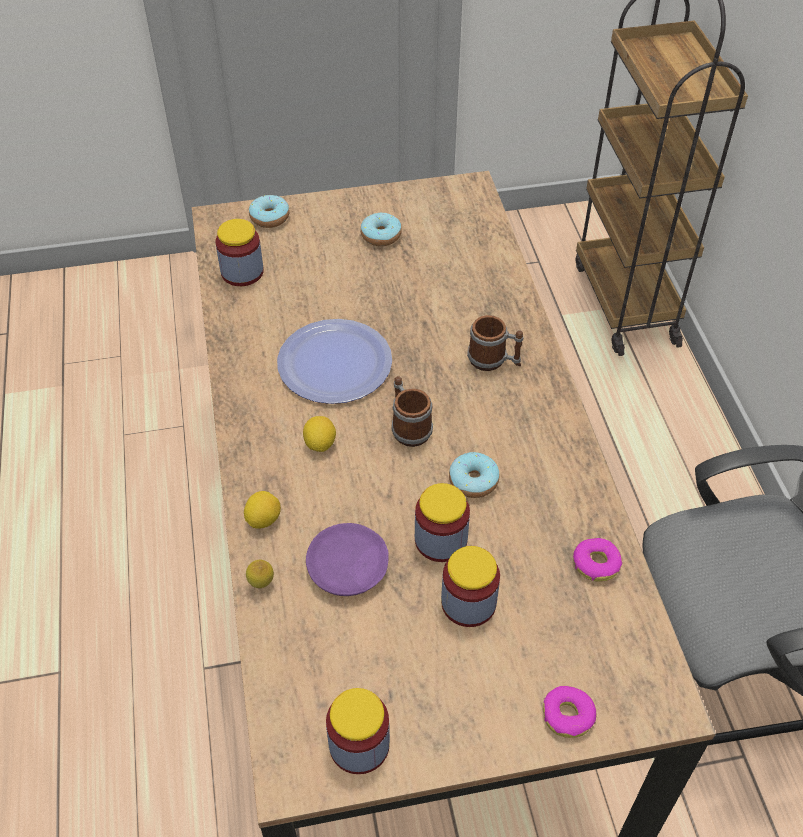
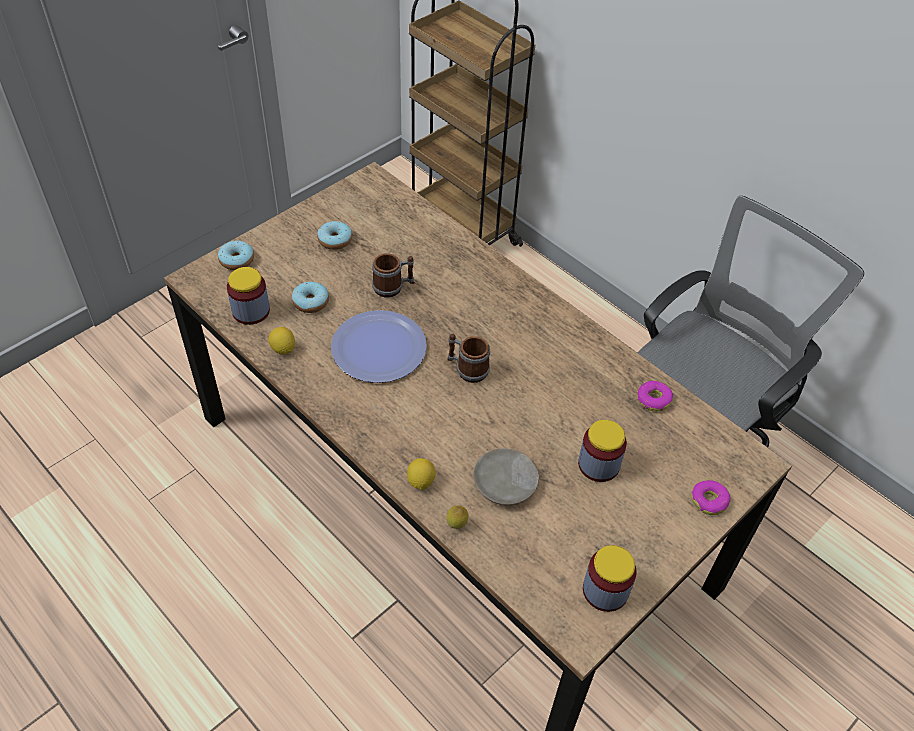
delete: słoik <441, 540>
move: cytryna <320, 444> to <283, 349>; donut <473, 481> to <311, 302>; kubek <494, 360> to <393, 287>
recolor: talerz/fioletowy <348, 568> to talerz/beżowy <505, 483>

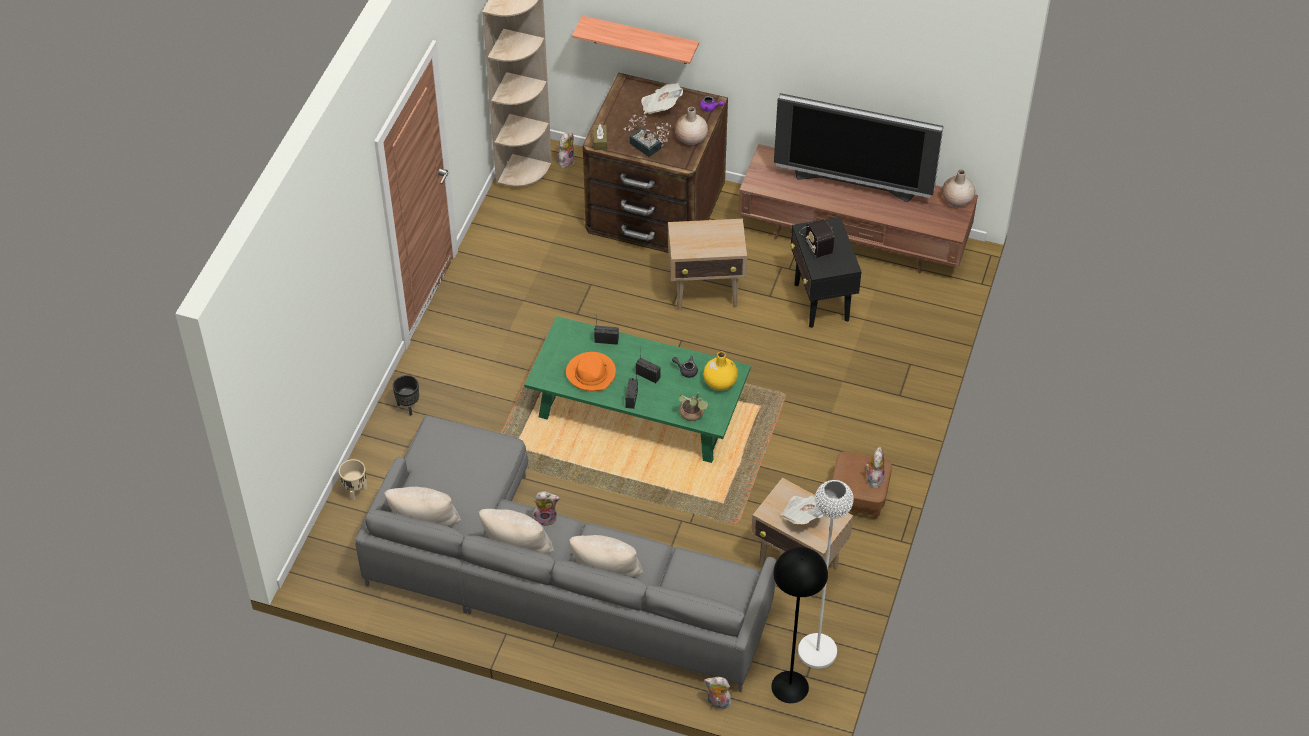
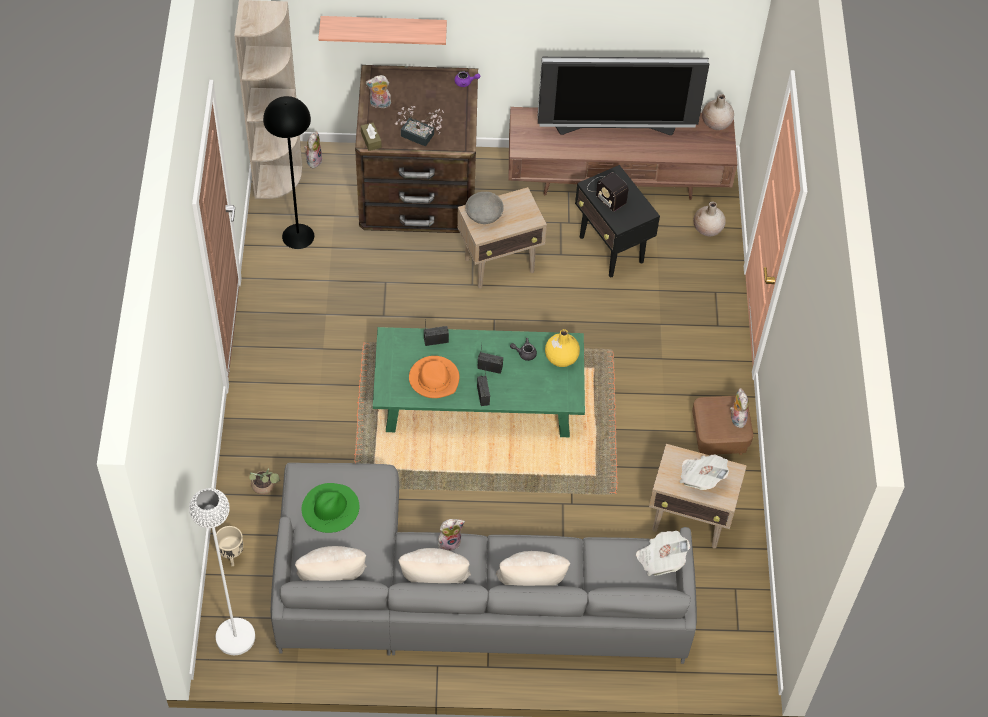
delete: donica/czarny <408, 406>
insert: kapelusz/zielony <330, 507>; miska/szary <483, 215>
move: gazeta <660, 106> to <661, 559>; wazon/beżowy <691, 138> to <707, 229>; roślina doniczkowa <693, 415> to <265, 487>; pluszak <717, 703> to <379, 104>; lampa stojąca/czarny <789, 687> to <297, 236>; lampa stojąca/biały <817, 652> to <235, 637>

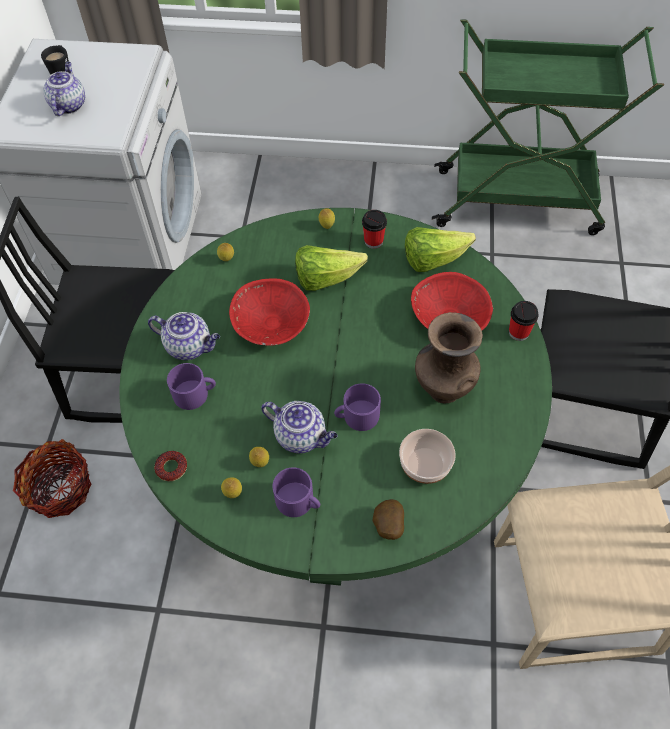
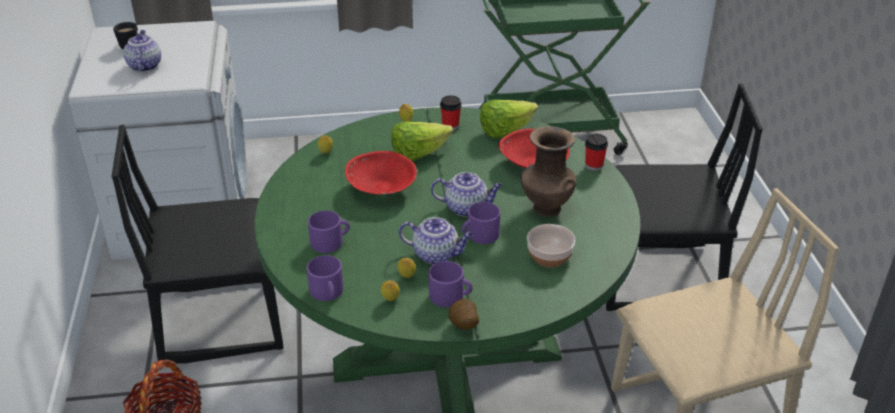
move: imbryk <190, 346> to <467, 208>; ziemniak <387, 526> to <463, 326>
replace: donut <171, 468> to kubek/fioletowy <327, 292>

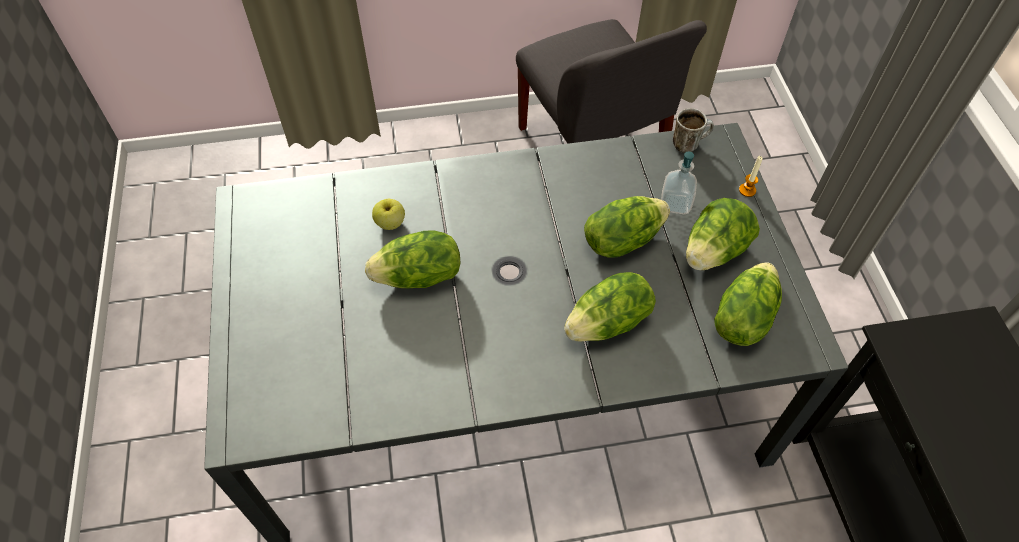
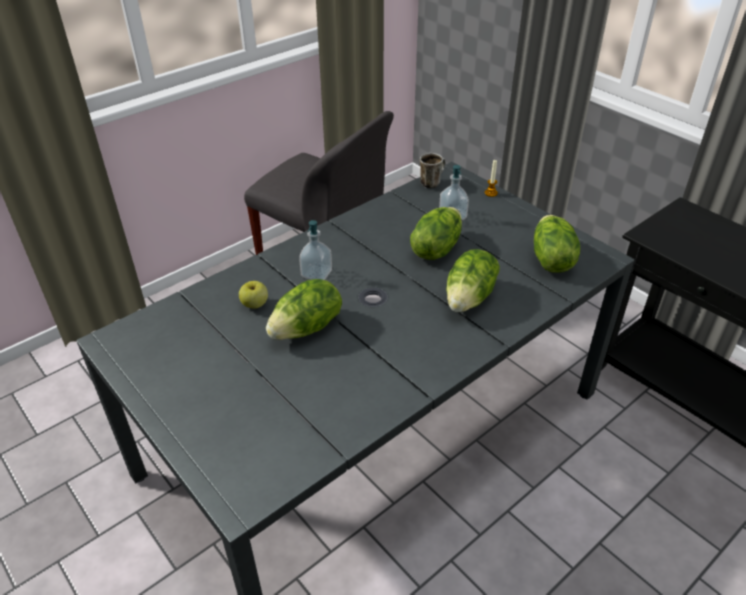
delete: sałata <713, 252>
insert: dozownik mydła <316, 274>

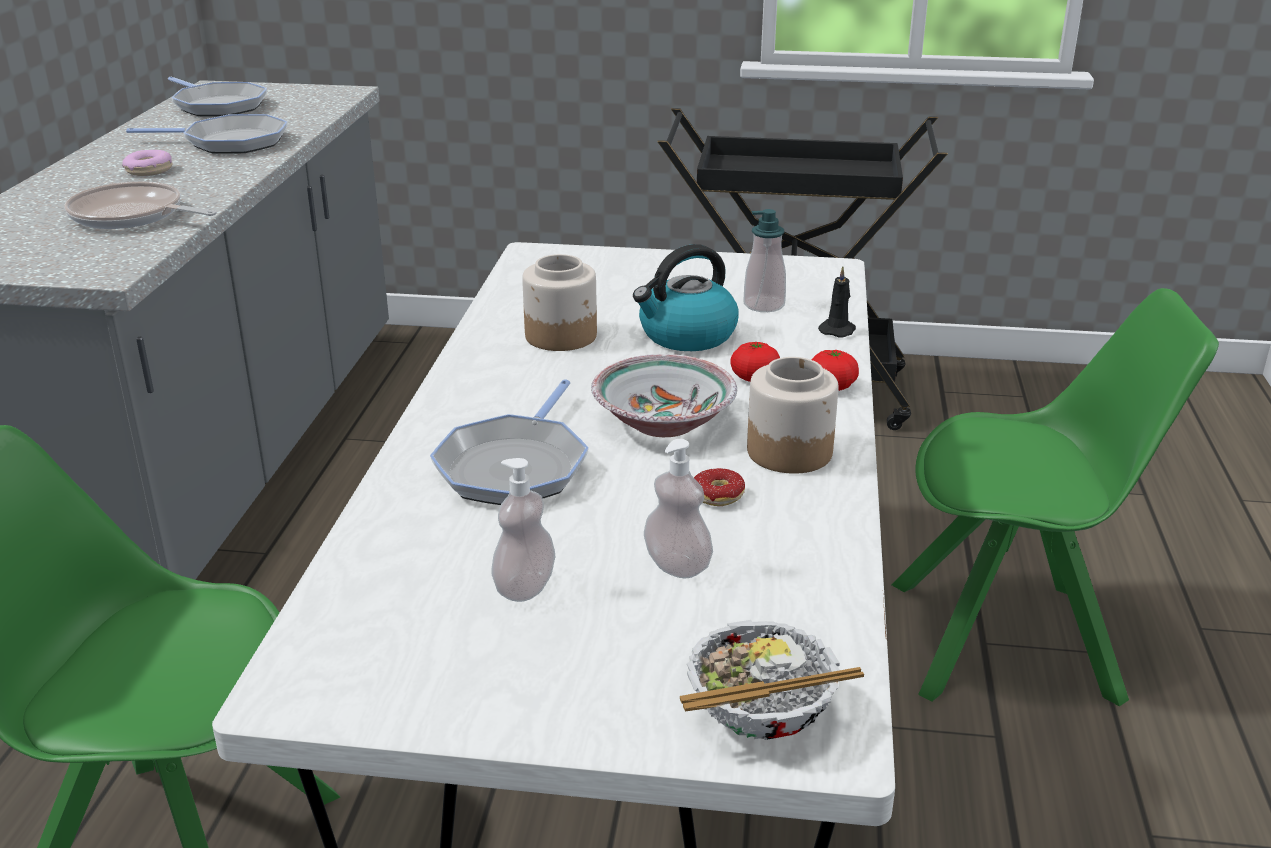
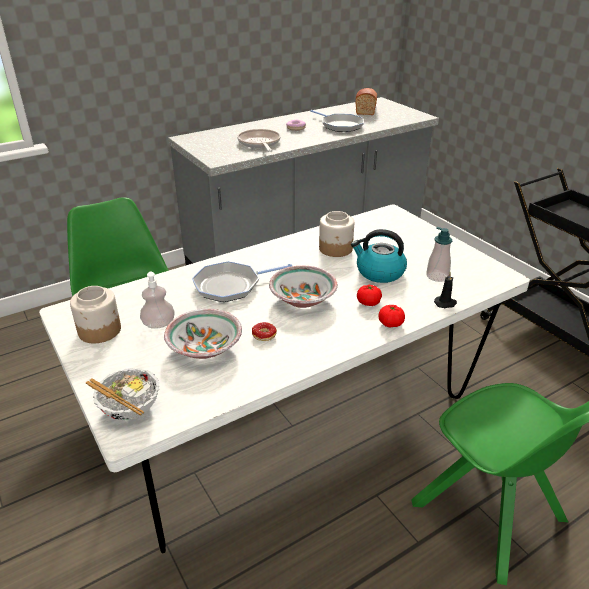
move: słoik <789, 451> to <100, 330>
replace: patelnia <218, 105> to chleb <365, 109>; dozownik mydła <677, 566> to miska <205, 348>

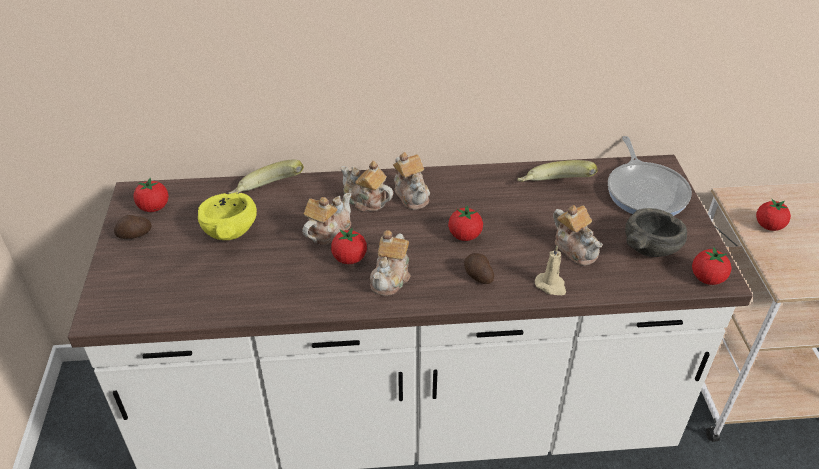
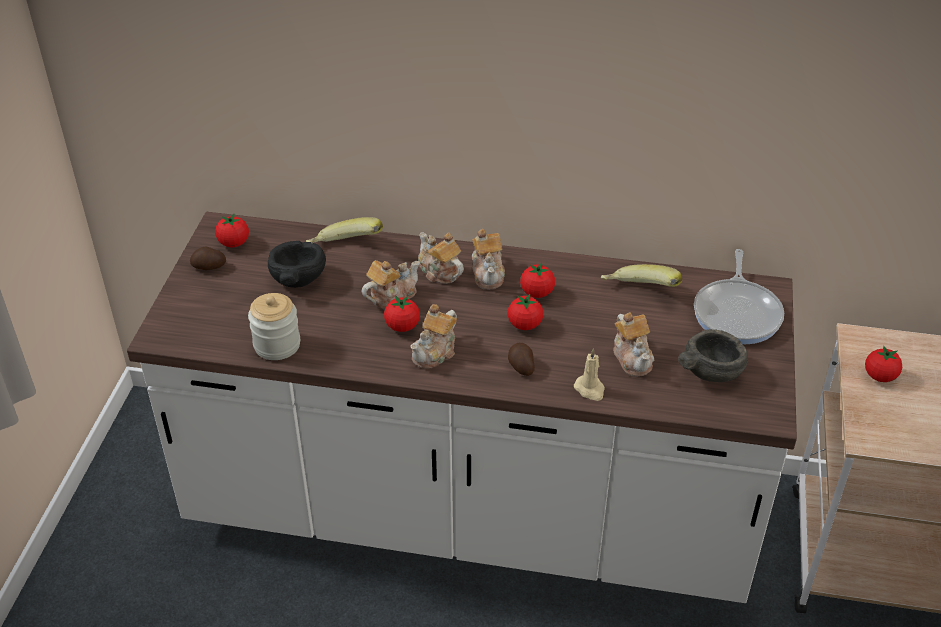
insert: słoik <277, 345>
move: pomidor <707, 278> to <537, 293>
recolor: miska/żółty <229, 231> to miska/czarny <297, 279>

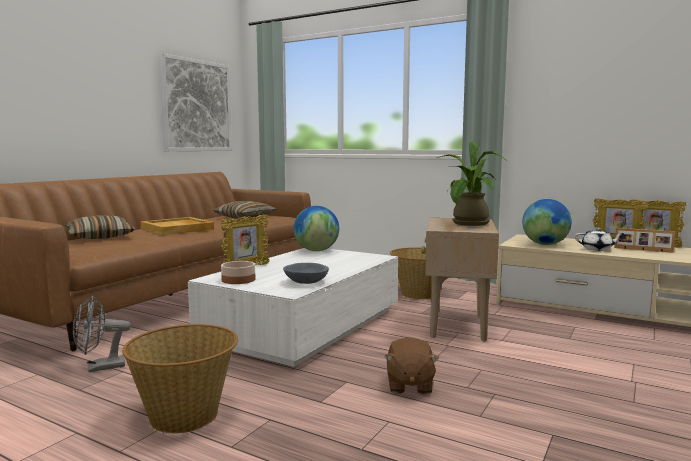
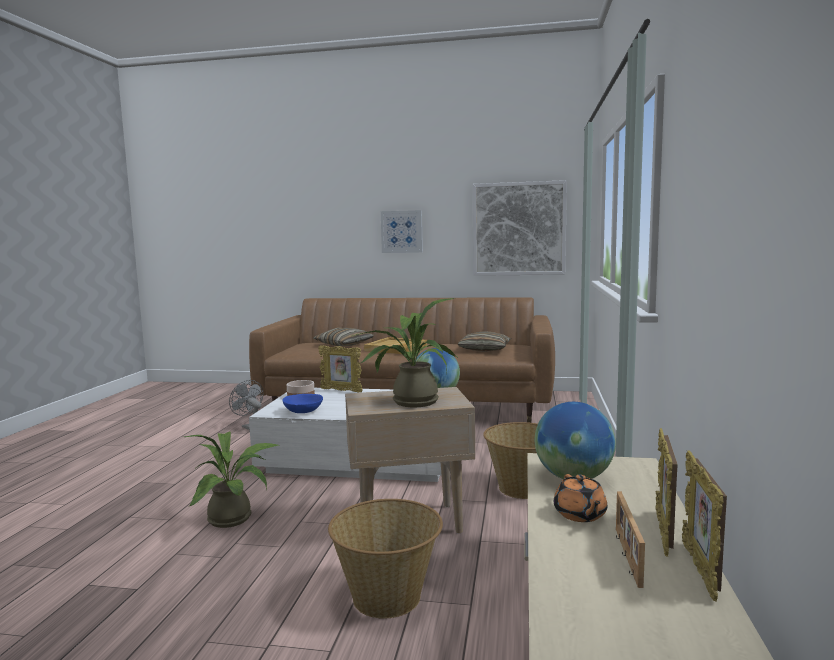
insert: obraz <401, 231>
move: koszyk <185, 415> to <388, 597>
replace: pluszak/brązowy <409, 385> to roślina doniczkowa <235, 518>
recolor: miska/szary <305, 282> to miska/niebieski <303, 411>; imbryk/biały <597, 249> to imbryk/pomarańczowy <580, 515>

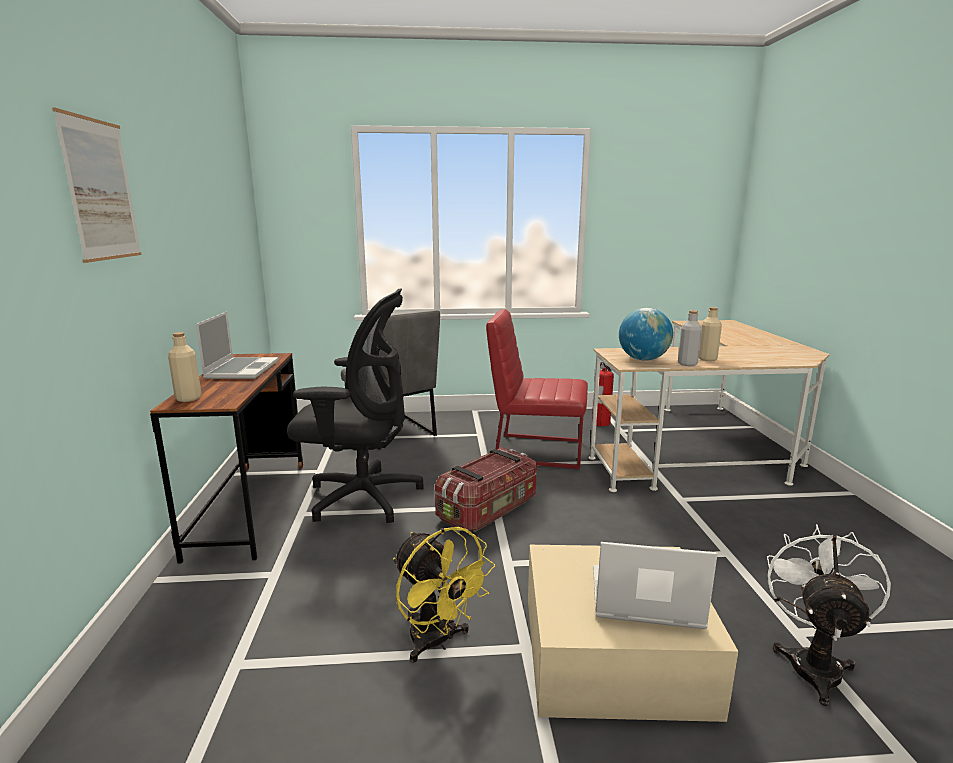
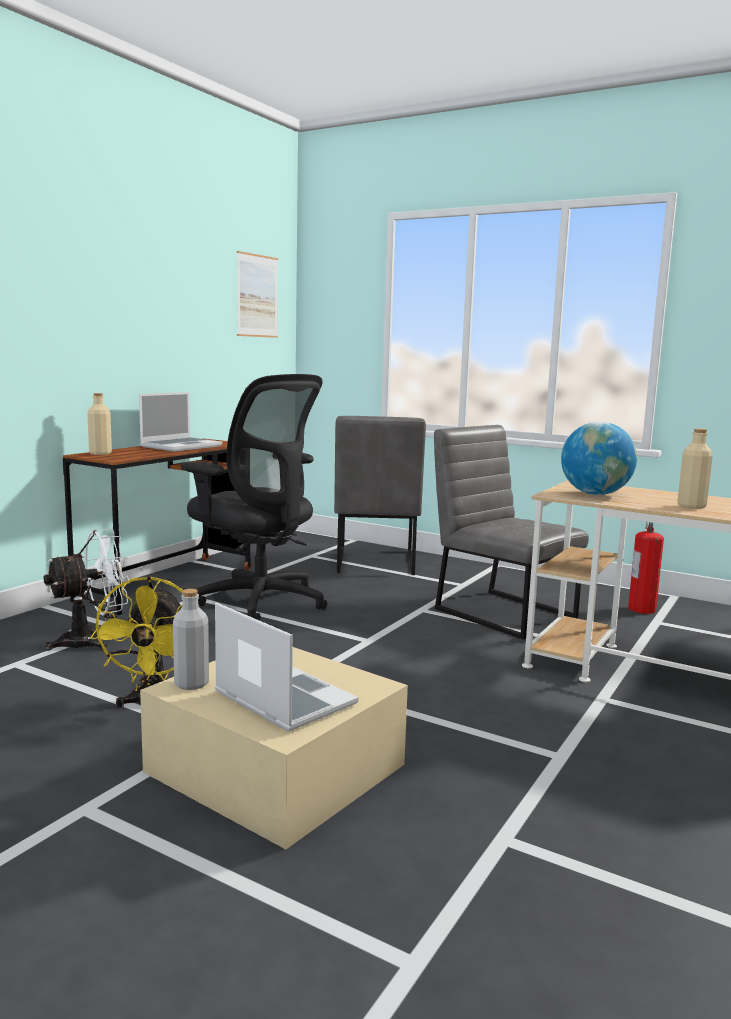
delete: pojemnik do przechowywania <489, 510>
move: obraz <101, 190> to <257, 296>; butelka/szary <687, 364> to <191, 684>; wentylator/biały <813, 662> to <92, 641>
recolor: krzesło/czerwony <536, 450> to krzesło/szary <502, 612>

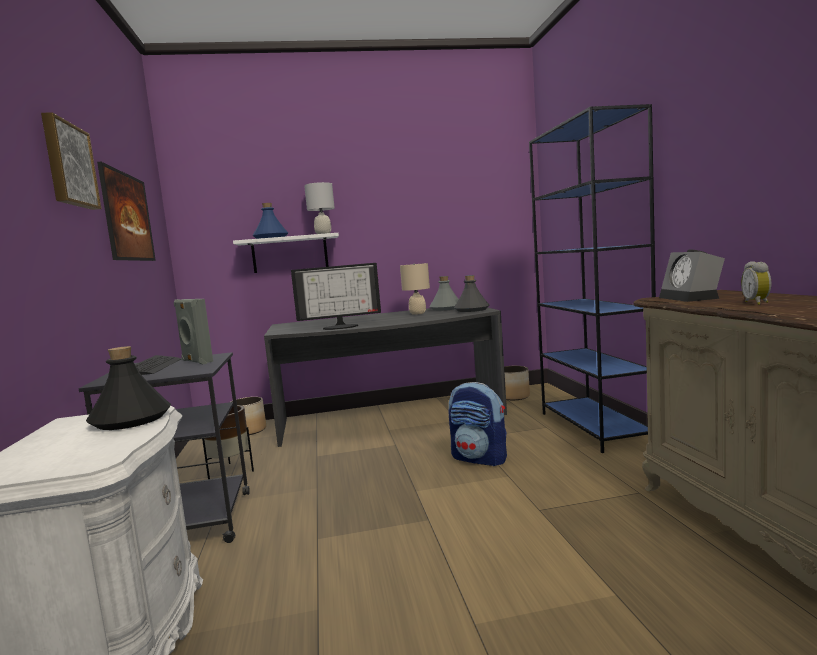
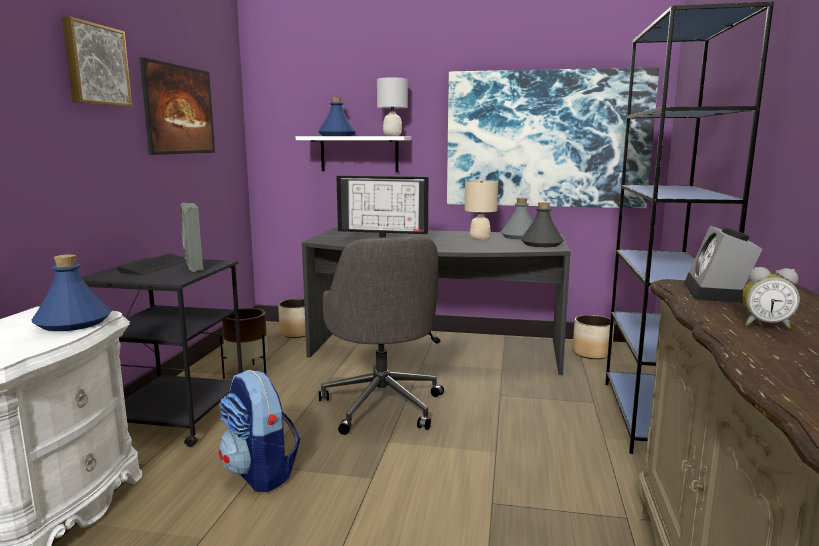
insert: krzesło biurowe/szary <382, 407>; obraz <546, 139>
move: plecak <480, 458> to <260, 473>
recolor: butelka/czarny <130, 420> to butelka/niebieski <73, 322>
rotate: budzik <757, 303> = <765, 325> 105 degrees counterclockwise

